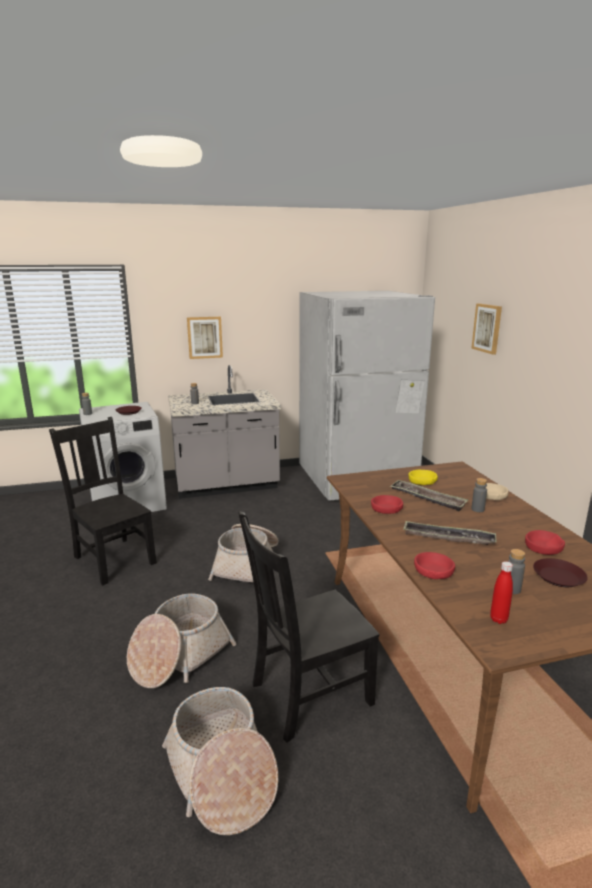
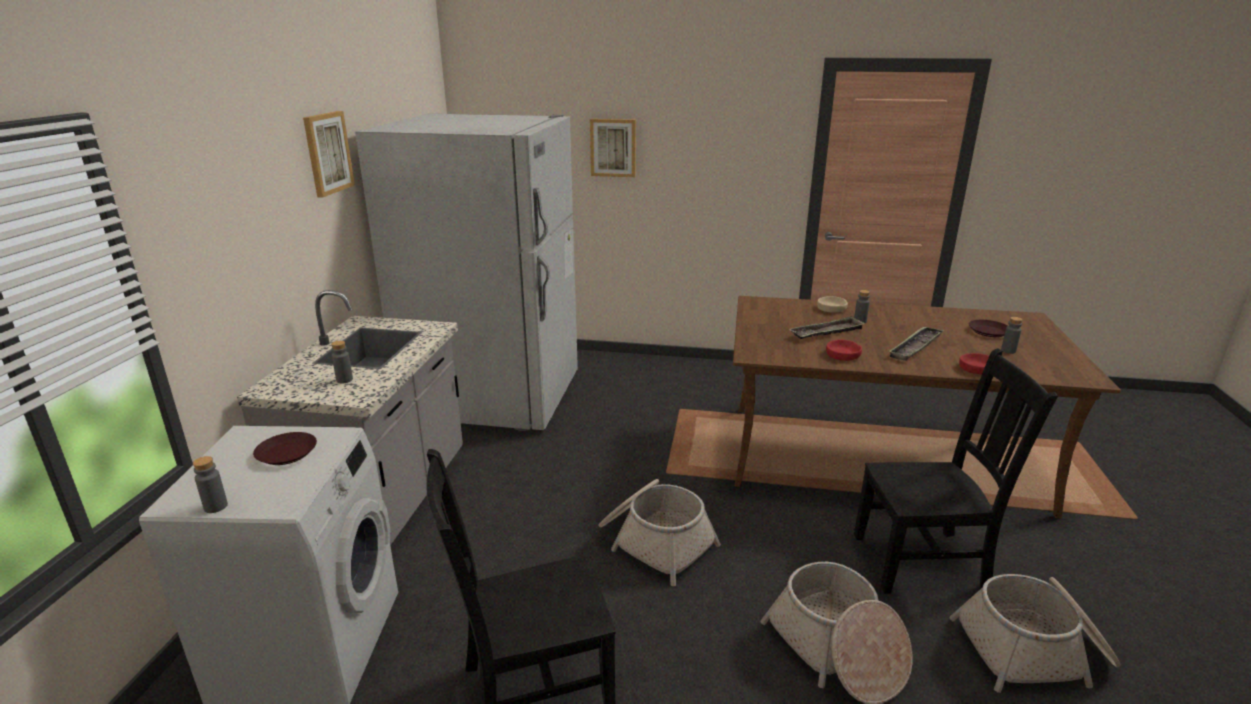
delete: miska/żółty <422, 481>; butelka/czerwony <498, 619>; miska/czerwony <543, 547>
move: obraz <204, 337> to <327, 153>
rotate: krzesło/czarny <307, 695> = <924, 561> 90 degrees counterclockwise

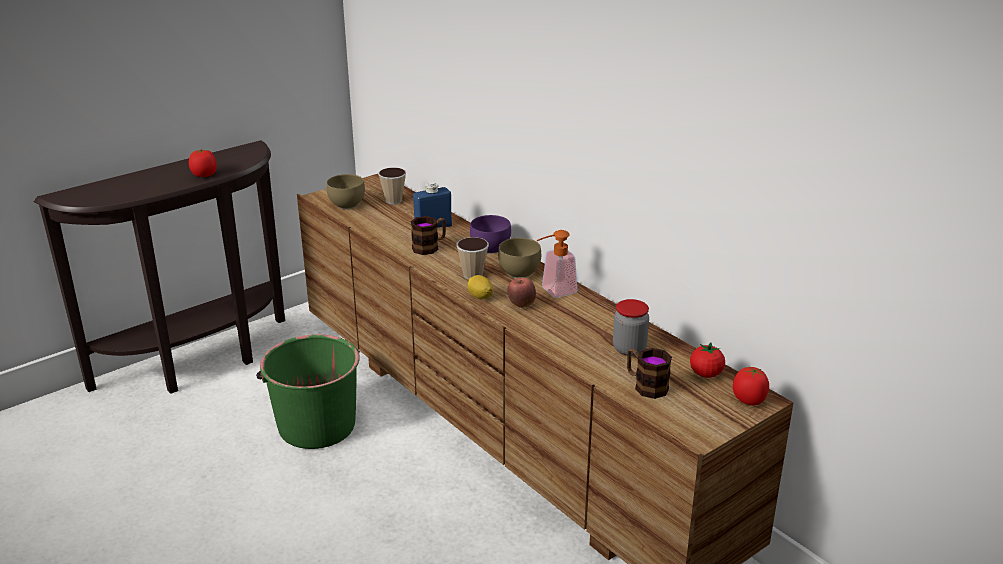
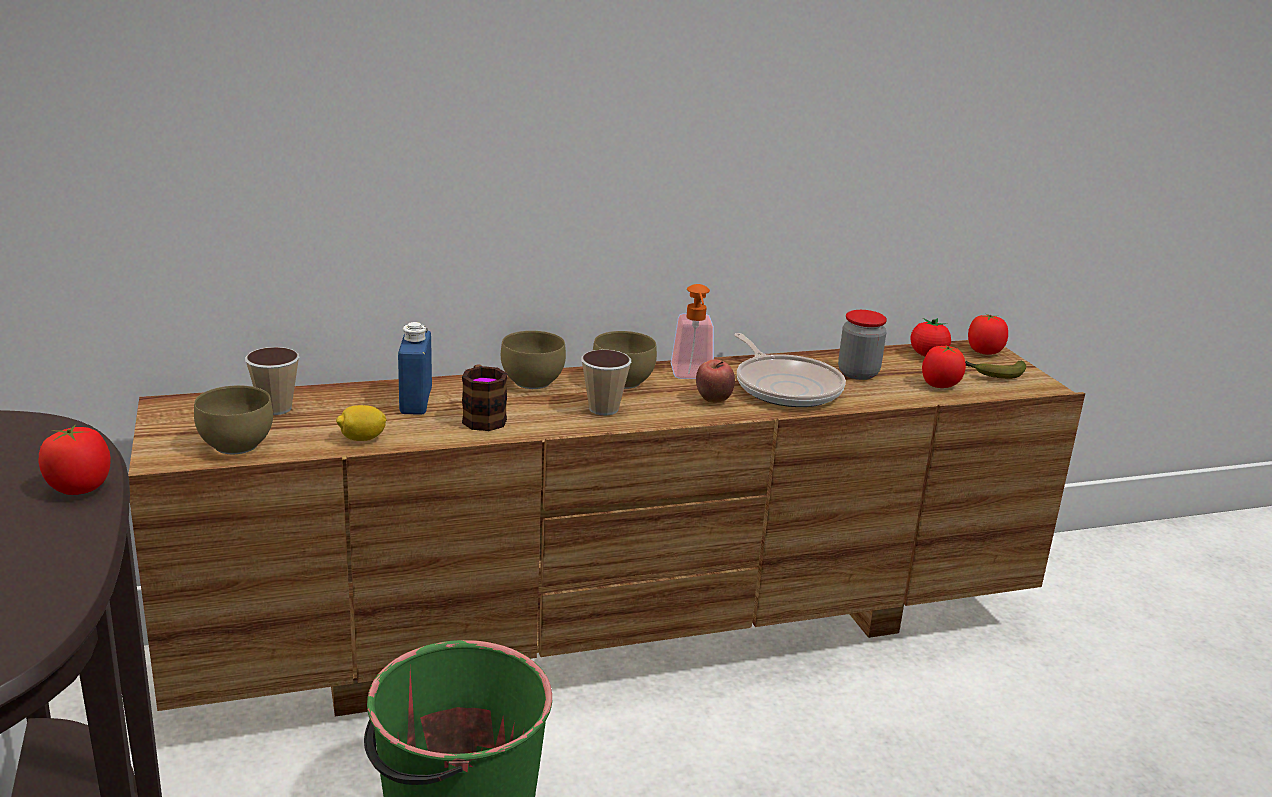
insert: patelnia <785, 387>; banan <995, 374>
move: cytryna <480, 296> to <362, 439>
replace: kubek <645, 385> to pomidor <940, 385>
recolor: miska/fioletowy <489, 249> to miska/brązowy <533, 383>

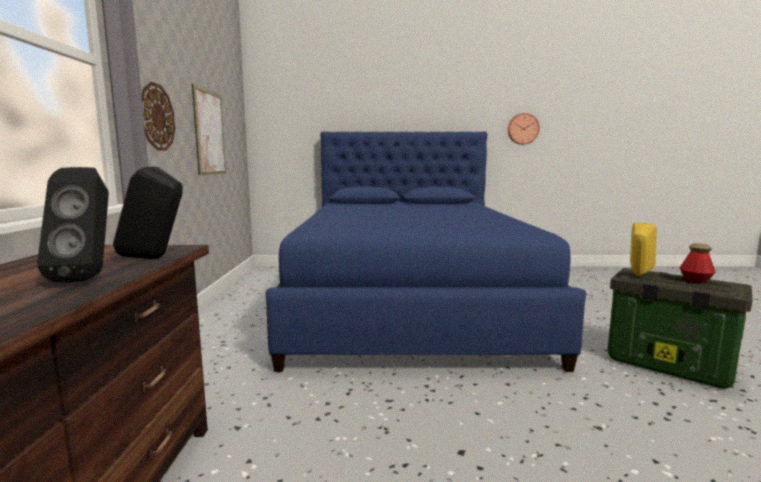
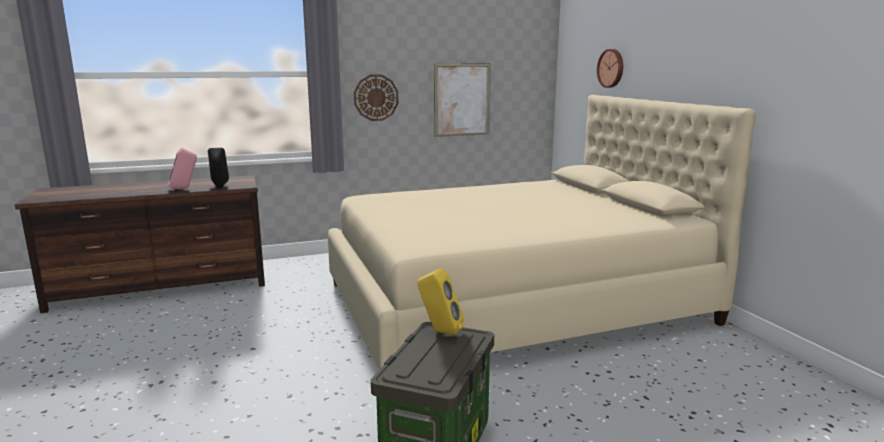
delete: butelka <695, 280>
move: zegar ścienny <522, 129> to <611, 68>
recolor: głośnik/czarny <88, 278> to głośnik/różowy <184, 188>; łóżko/niebieski <409, 302> to łóżko/beżowy <514, 303>

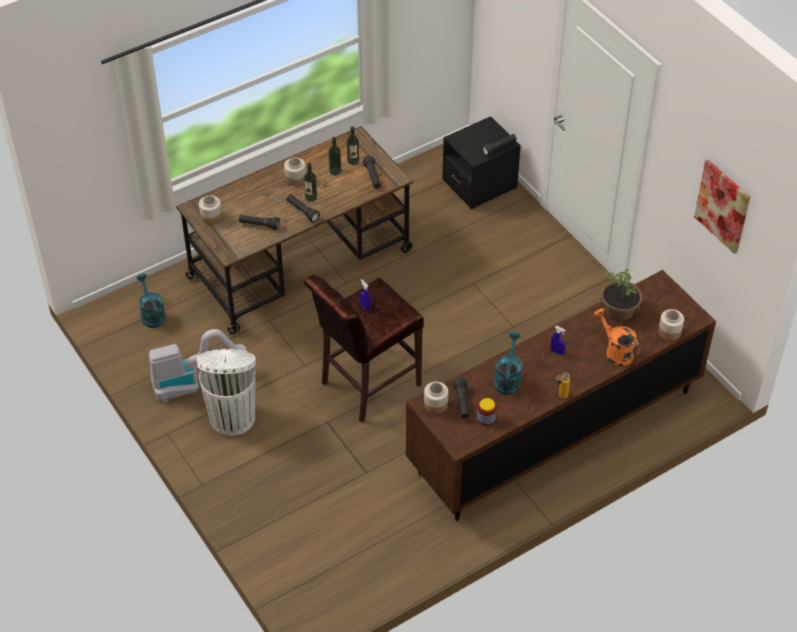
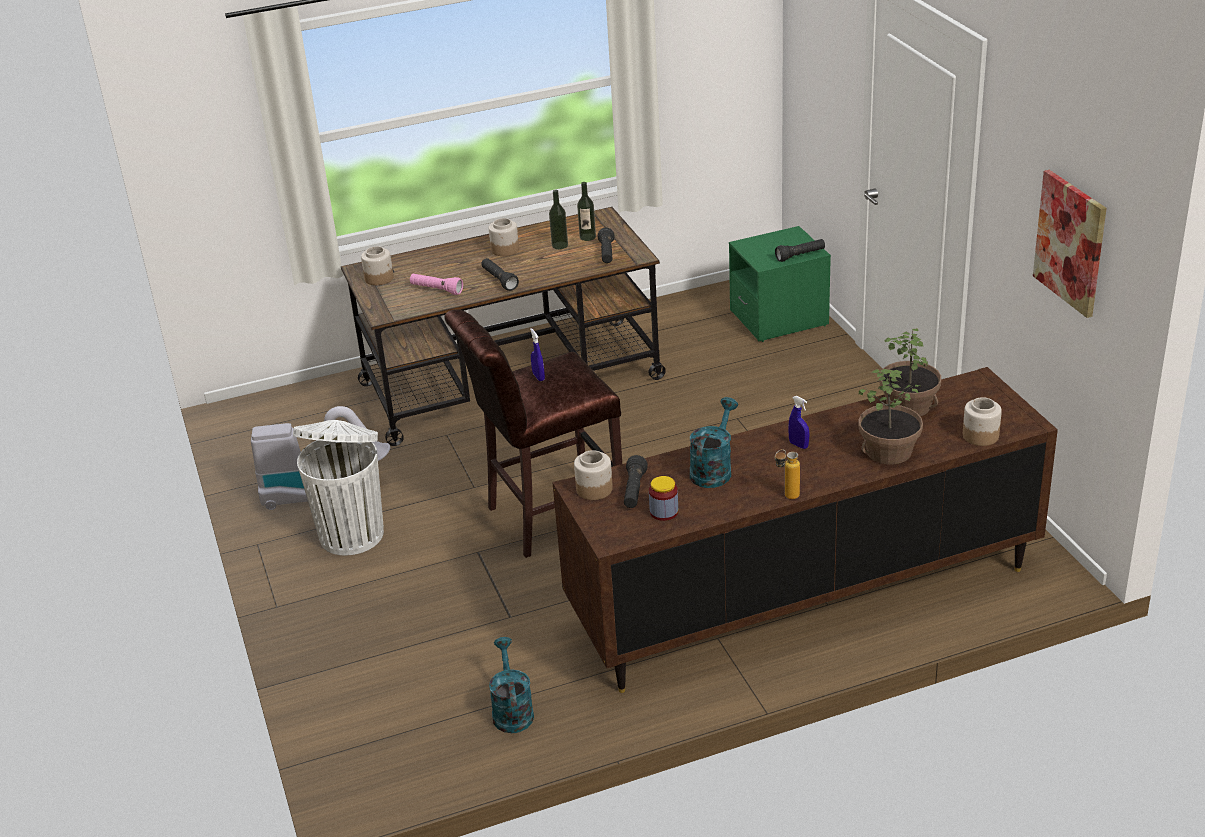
delete: butelka <311, 197>
move: konewka/turkusowy <152, 314> to <511, 710>
replace: konewka/pomarańczowy <615, 351> to roślina doniczkowa <889, 452>
recolor: latarka/czarny <259, 225> to latarka/różowy <436, 290>; szafka nocna/czarny <479, 184> to szafka nocna/zielony <779, 318>

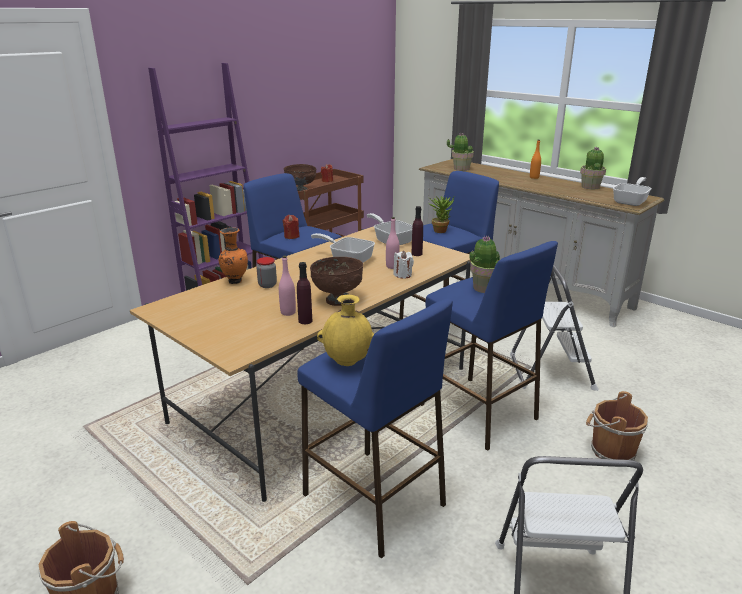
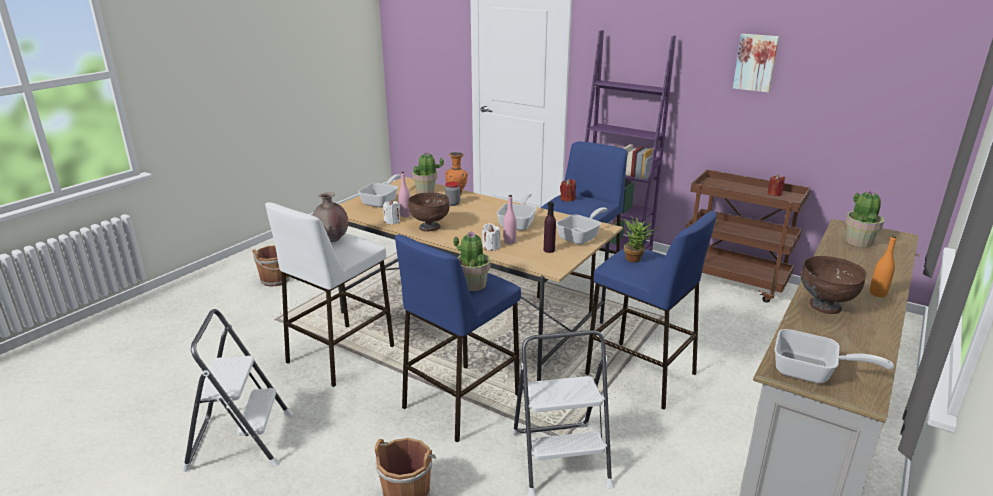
insert: patelnia <382, 201>; obraz <756, 62>
move: miska/brązowy <301, 191> to <824, 307>; roślina doniczkowa <590, 187> to <426, 191>
replace: butelka/fioletowy <305, 321> to świeca/biały <392, 221>
recolor: stołek/niebieski <374, 500> to stołek/biały <340, 354>; wazon/żółty <348, 362> to wazon/brązowy <332, 240>

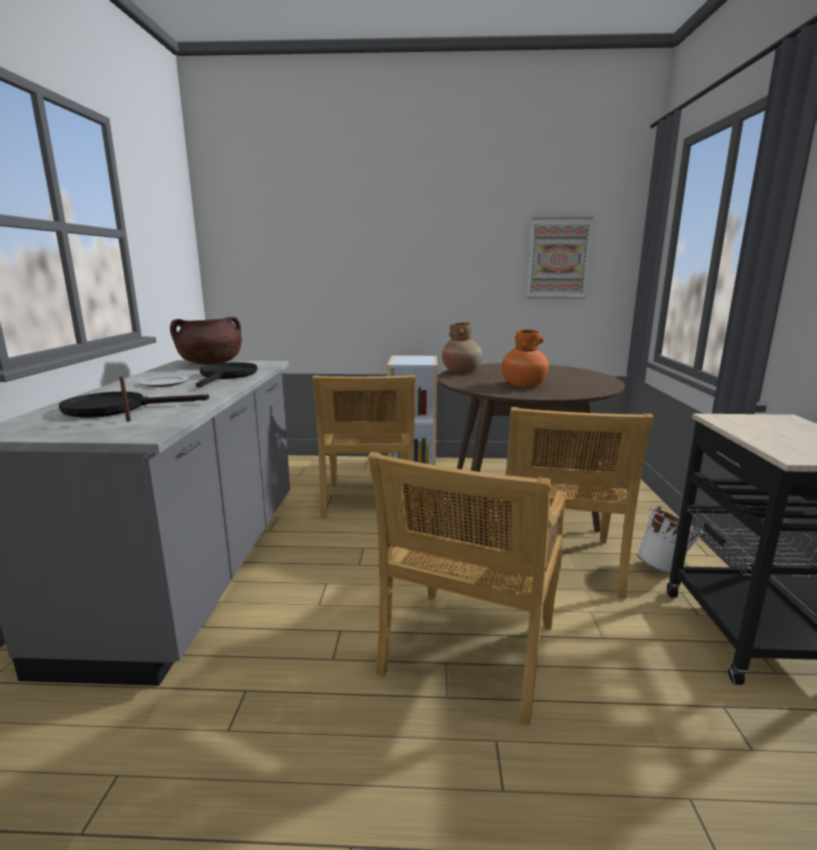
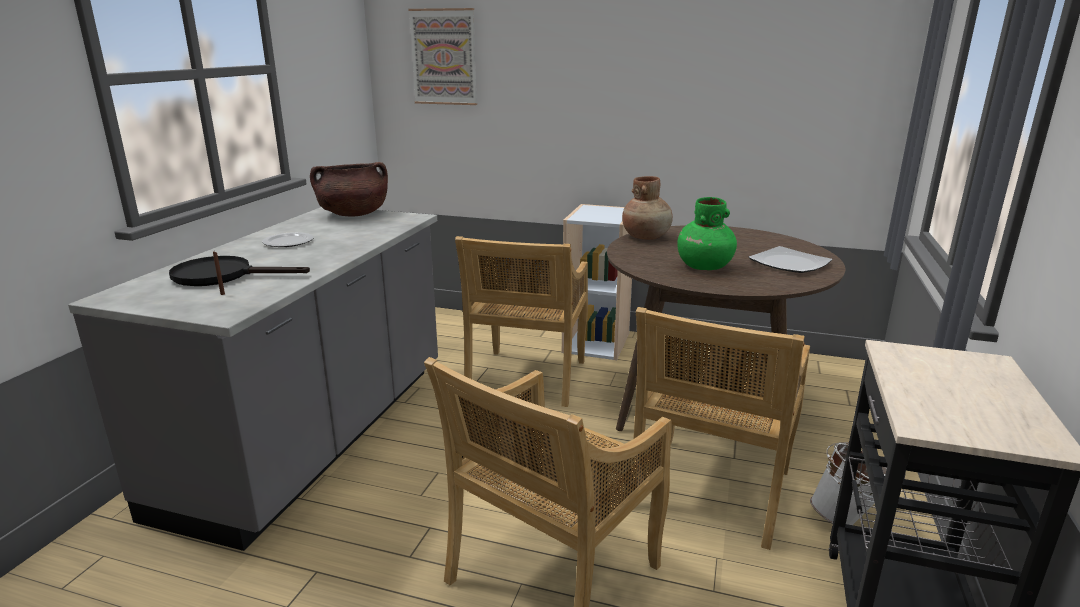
delete: patelnia/czarny <226, 376>
insert: talerz <790, 263>
move: obraz <558, 258> to <444, 57>
recolor: wazon/pomarańczowy <523, 385> to wazon/zielony <704, 266>

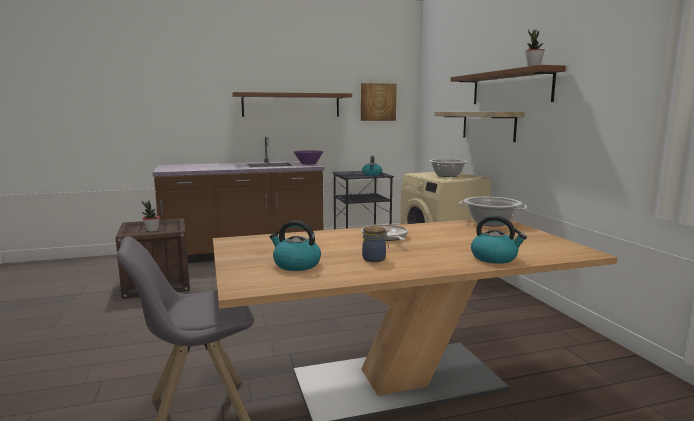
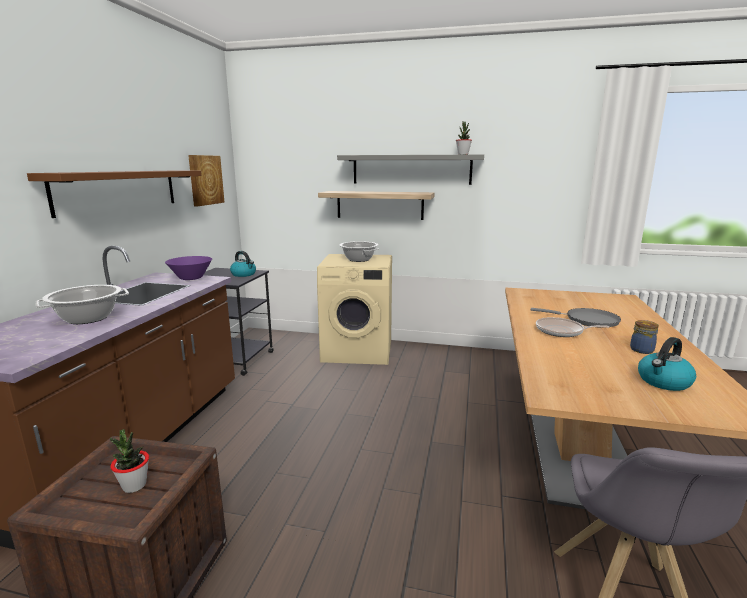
delete: czajnik <494, 258>
insert: patelnia/szary <588, 320>
move: garnek <491, 223> to <88, 318>
recolor: półka/brązowy <510, 87> to półka/szary <411, 169>

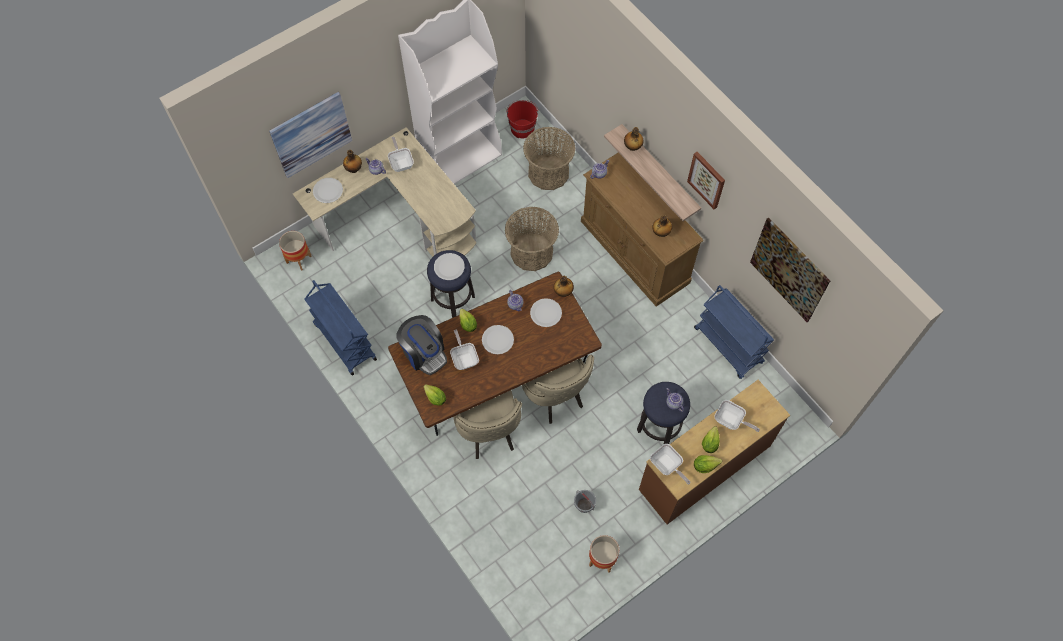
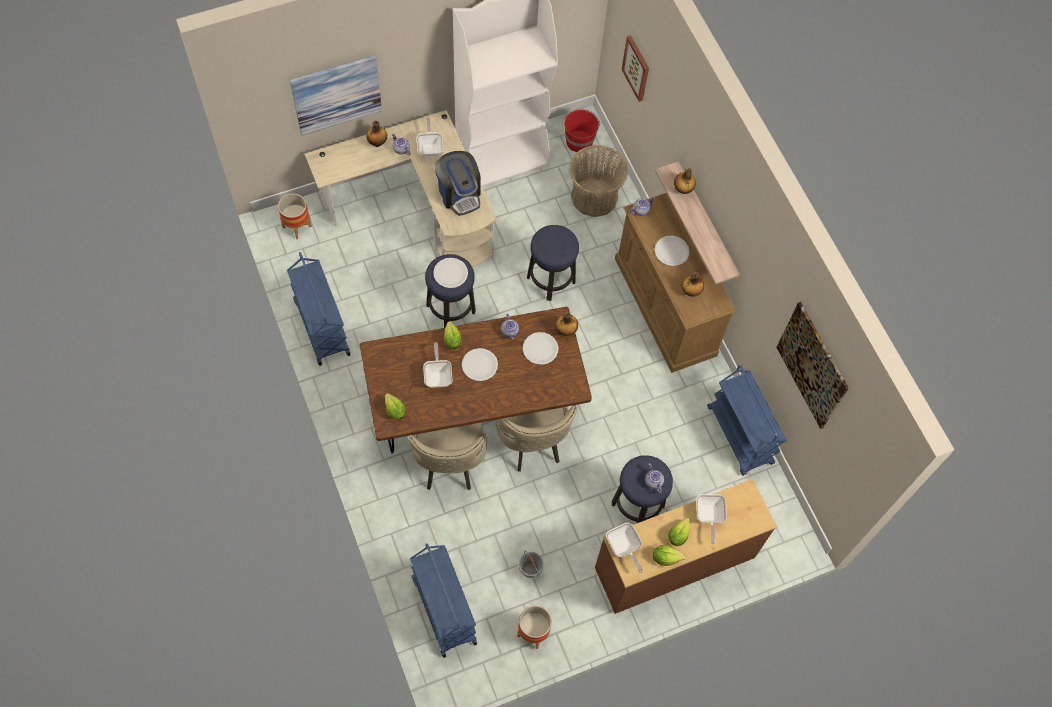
insert: wózek/niebieski <443, 610>
move: talerz/biały <328, 191> to <671, 251>; ekspres do kawy <424, 353> to <459, 193>; obraz <707, 179> to <636, 68>
replace: koszyk <531, 252> to stołek <551, 279>
rotate: patelnia <731, 421> = <708, 517> 45 degrees clockwise

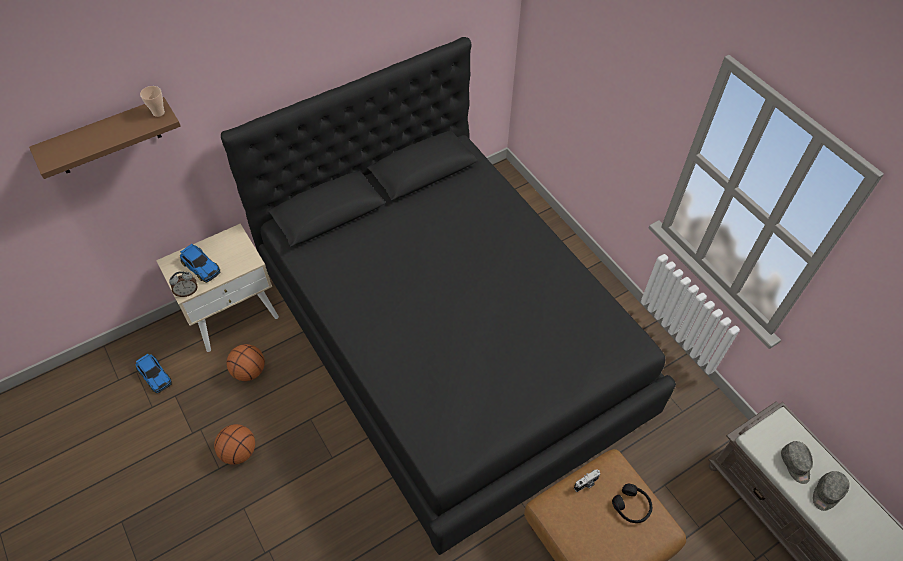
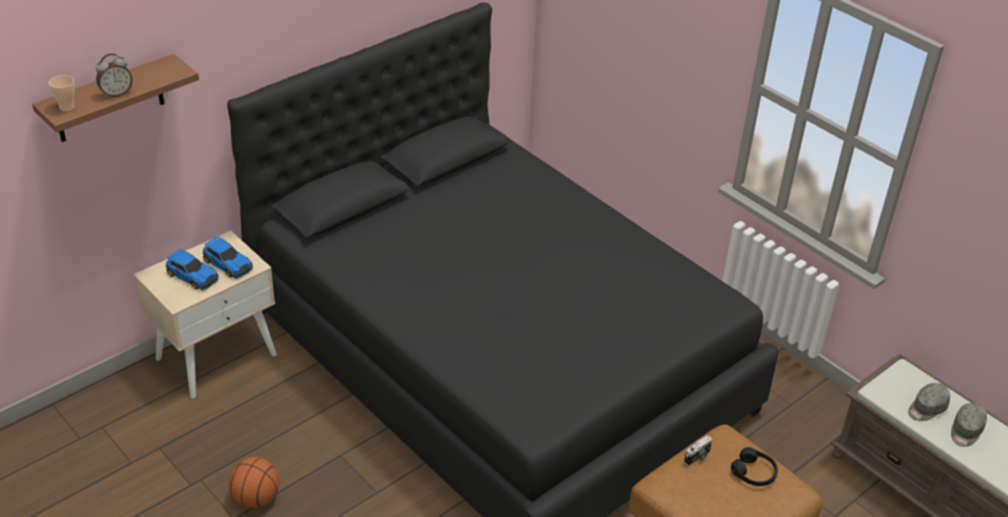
delete: piłka do koszykówki <249, 371>
move: samochodzik <155, 375> to <227, 263>; filiżanka <158, 112> to <67, 107>; budzik <187, 292> to <116, 93>
rotate: czapka z daszkiem/szary <795, 465> = <926, 409> 75 degrees clockwise

